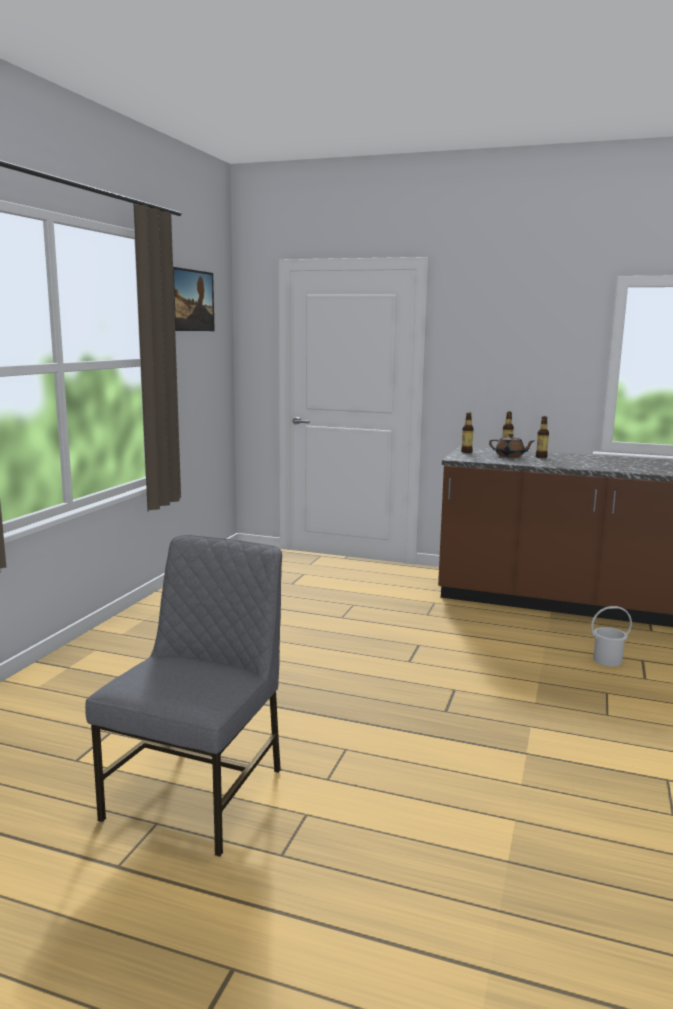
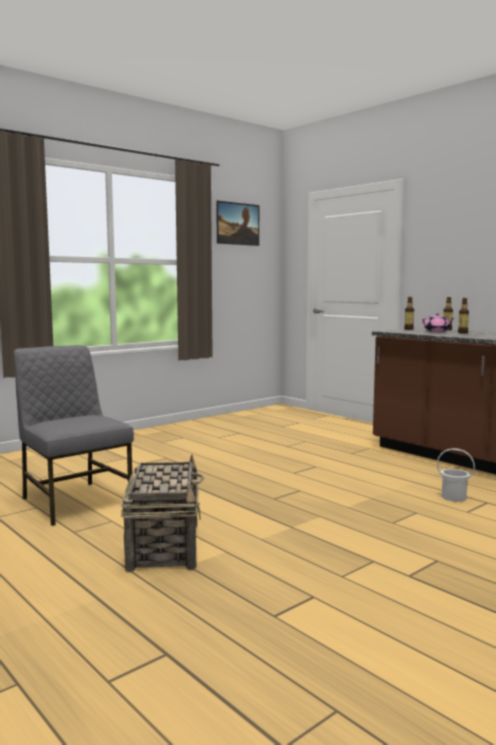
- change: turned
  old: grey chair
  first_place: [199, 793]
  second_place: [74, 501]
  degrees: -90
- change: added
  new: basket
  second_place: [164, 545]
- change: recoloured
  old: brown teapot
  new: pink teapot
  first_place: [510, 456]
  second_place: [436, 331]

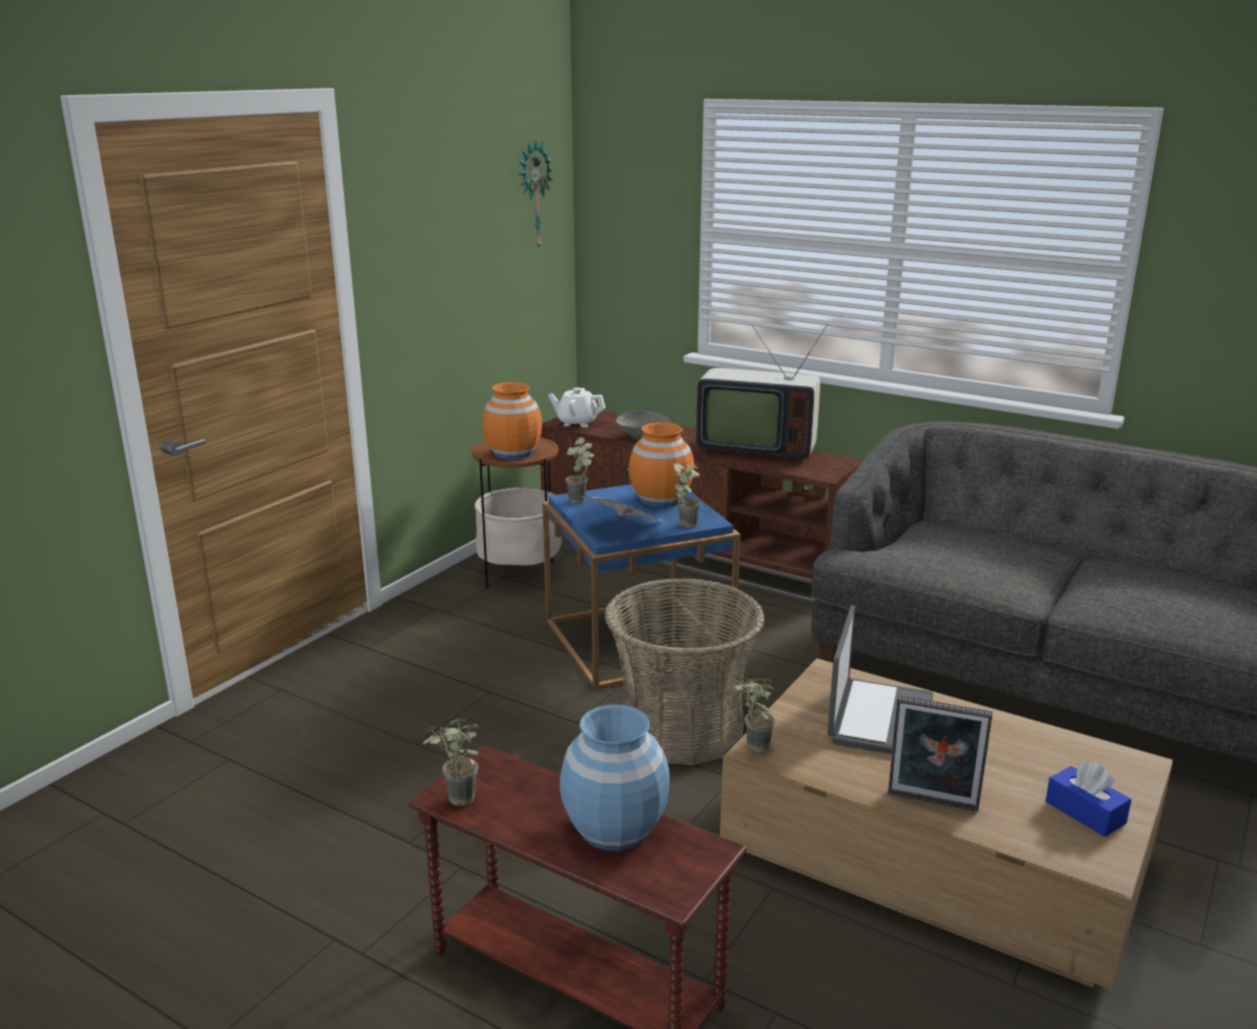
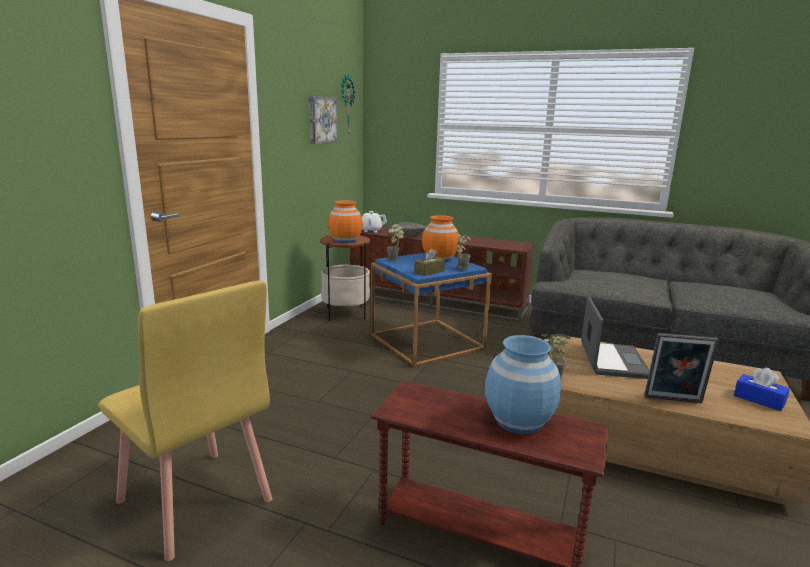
- change: added
  new: yellow chair
  second_place: [194, 501]
- change: added
  new: picture
  second_place: [321, 120]
- change: replaced
  old: newspaper
  new: brown tissue box
  first_place: [625, 530]
  second_place: [429, 271]
- change: removed
  old: potted plant
  first_place: [455, 802]
- change: removed
  old: basket
  first_place: [682, 728]
- change: removed
  old: television
  first_place: [755, 449]

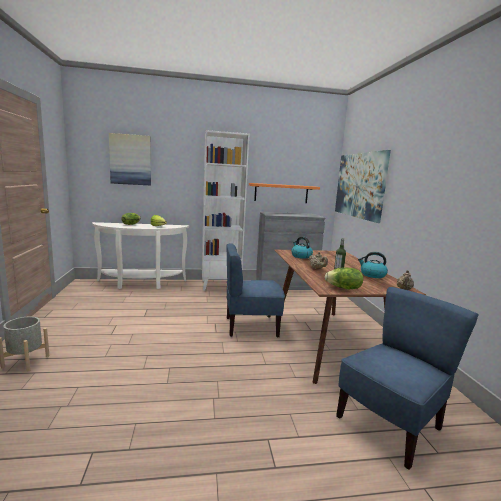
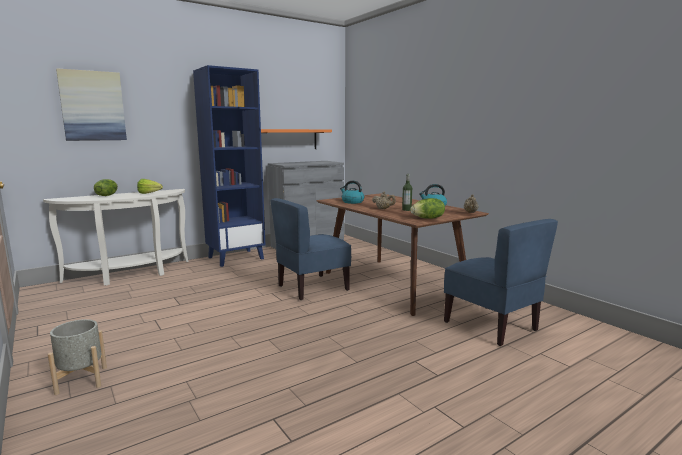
- change: recoloured
  old: white bookcase
  new: blue bookcase
  first_place: [220, 285]
  second_place: [236, 258]
- change: turned
  old: blue chair
  first_place: [390, 424]
  second_place: [491, 326]
  degrees: 120
- change: removed
  old: picture
  first_place: [359, 185]

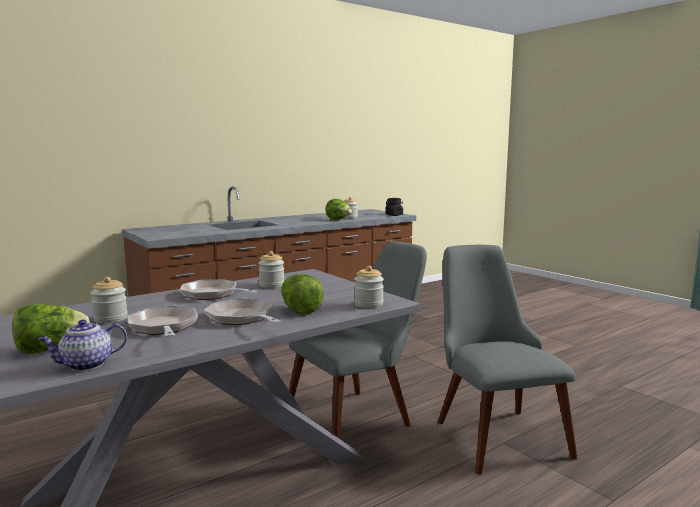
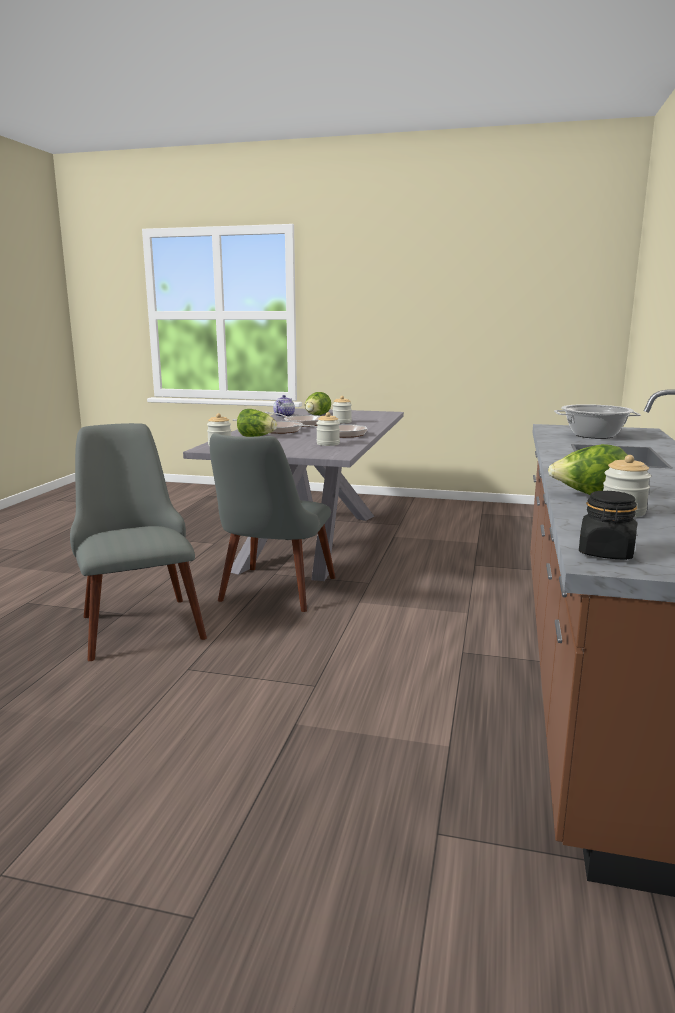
- change: turned
  old: grey chair
  first_place: [492, 430]
  second_place: [138, 620]
  degrees: -150
- change: added
  new: cooking pot
  second_place: [593, 435]

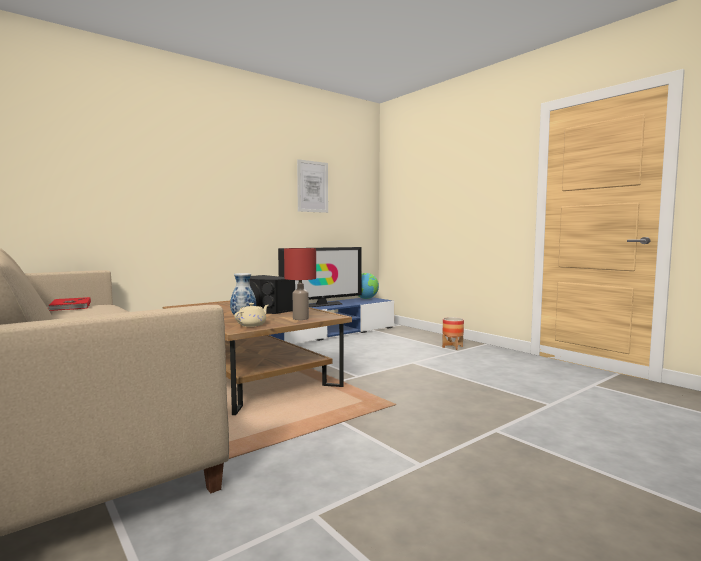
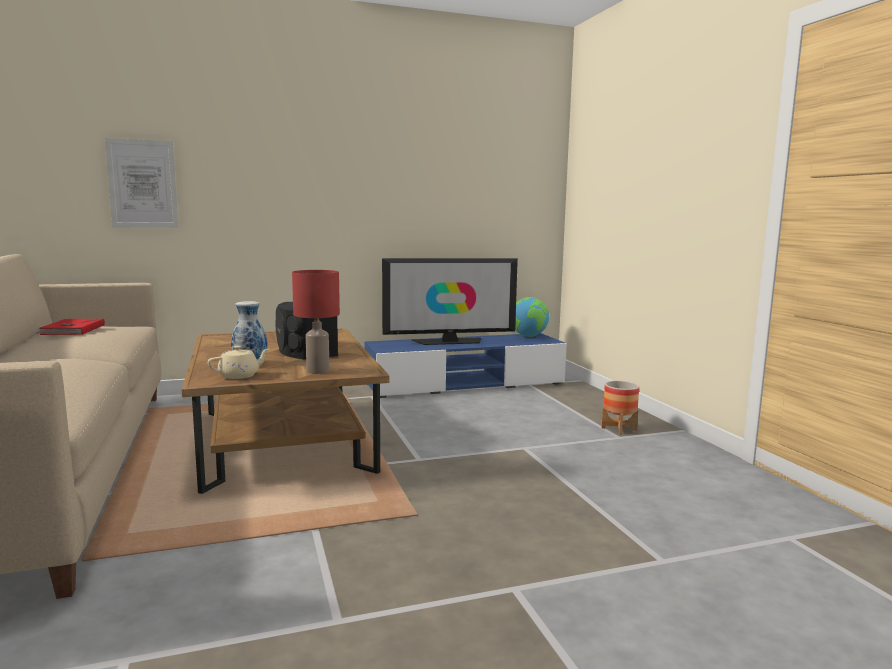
- change: moved
  old: picture
  first_place: [312, 186]
  second_place: [142, 184]

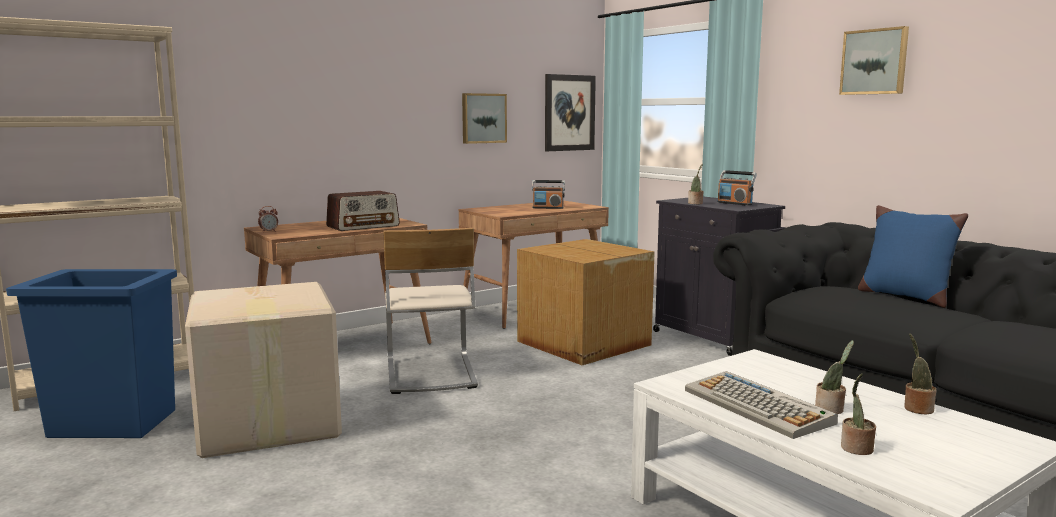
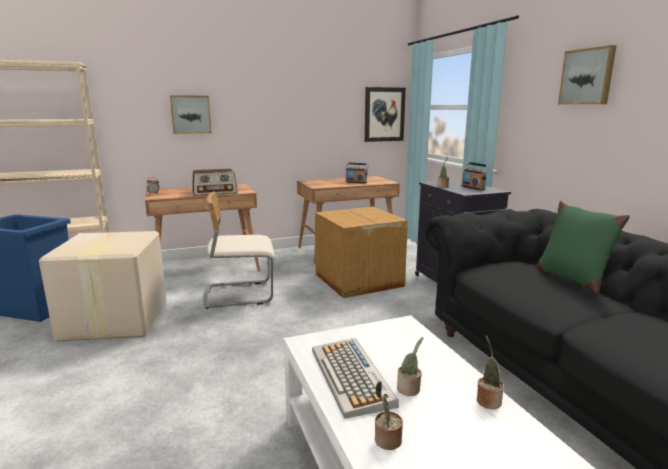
- change: moved
  old: picture
  first_place: [483, 118]
  second_place: [190, 114]
- change: turned
  old: beige chair
  first_place: [429, 374]
  second_place: [239, 294]
  degrees: 75
- change: recoloured
  old: blue pillow
  new: green pillow
  first_place: [904, 296]
  second_place: [571, 279]

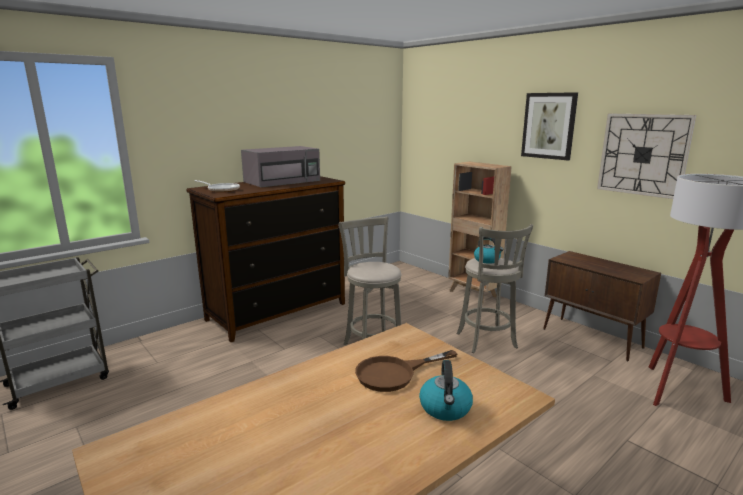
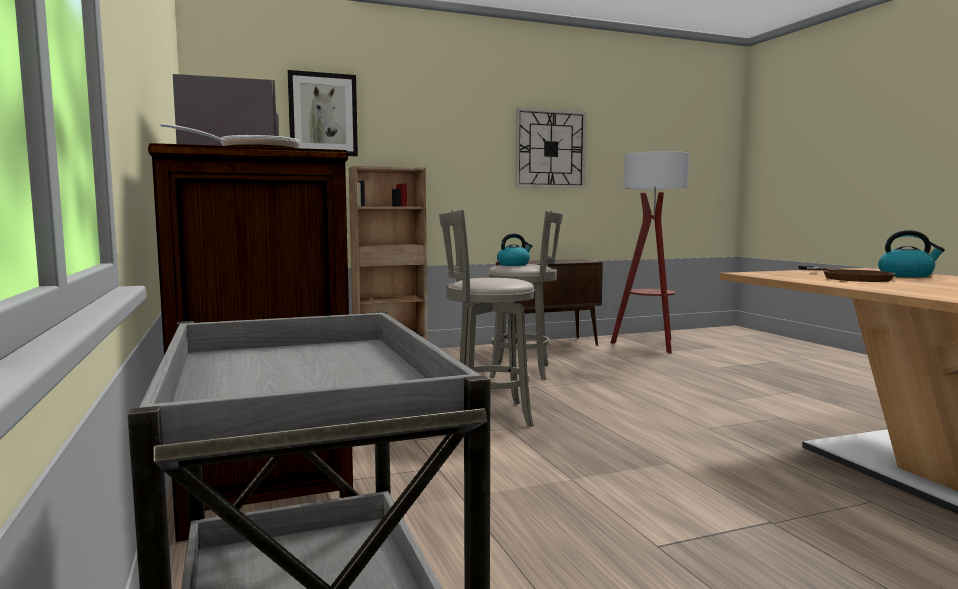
- change: moved
  old: picture
  first_place: [549, 126]
  second_place: [323, 114]

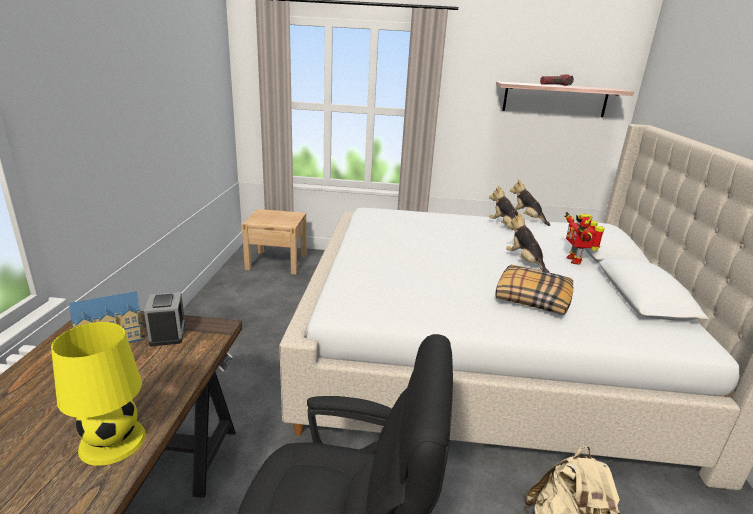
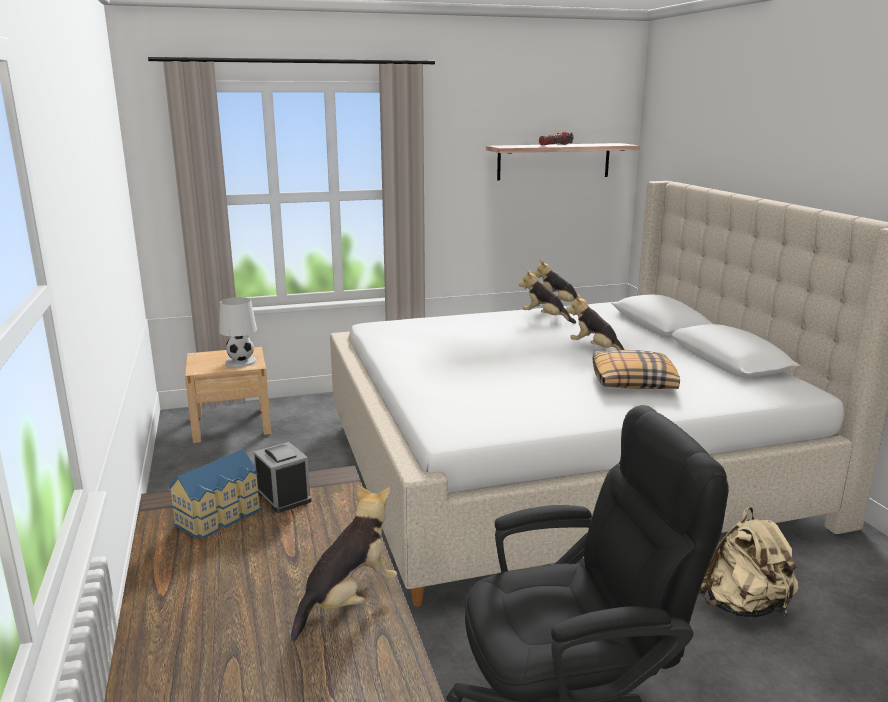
- change: added
  new: white table lamp
  second_place: [240, 361]
- change: replaced
  old: yellow table lamp
  new: plush toy
  first_place: [111, 441]
  second_place: [348, 600]
- change: removed
  old: toy robot
  first_place: [575, 260]

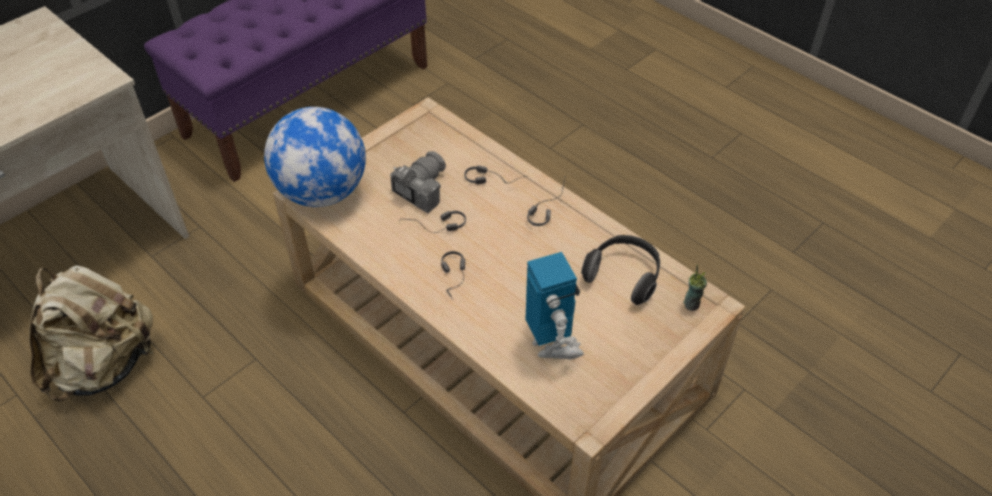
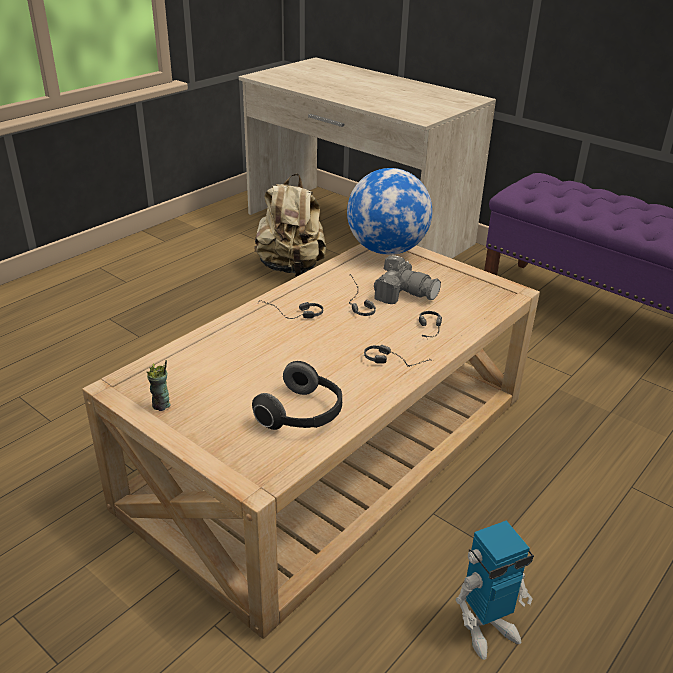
- change: moved
  old: cup
  first_place: [691, 304]
  second_place: [161, 405]
- change: moved
  old: toy robot
  first_place: [552, 344]
  second_place: [487, 629]

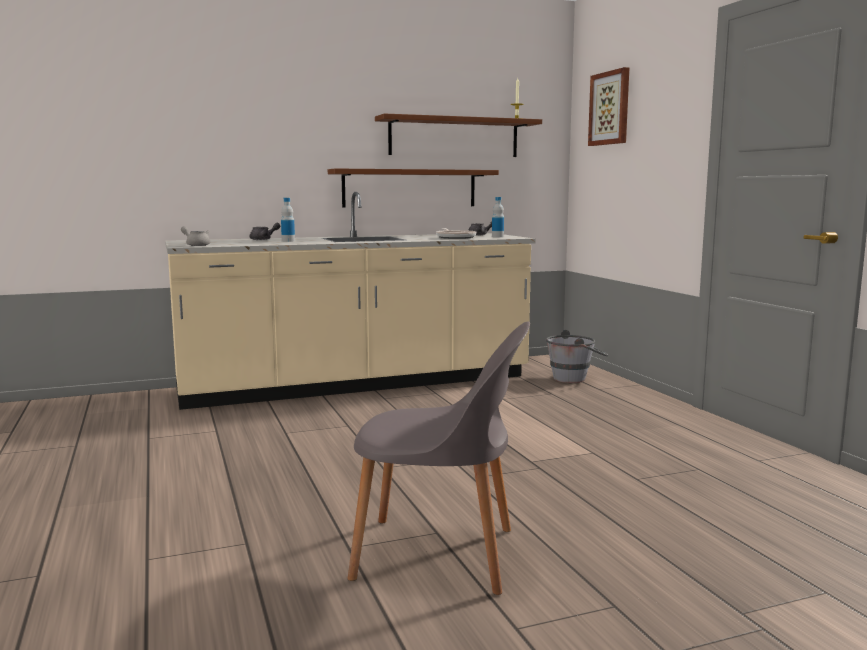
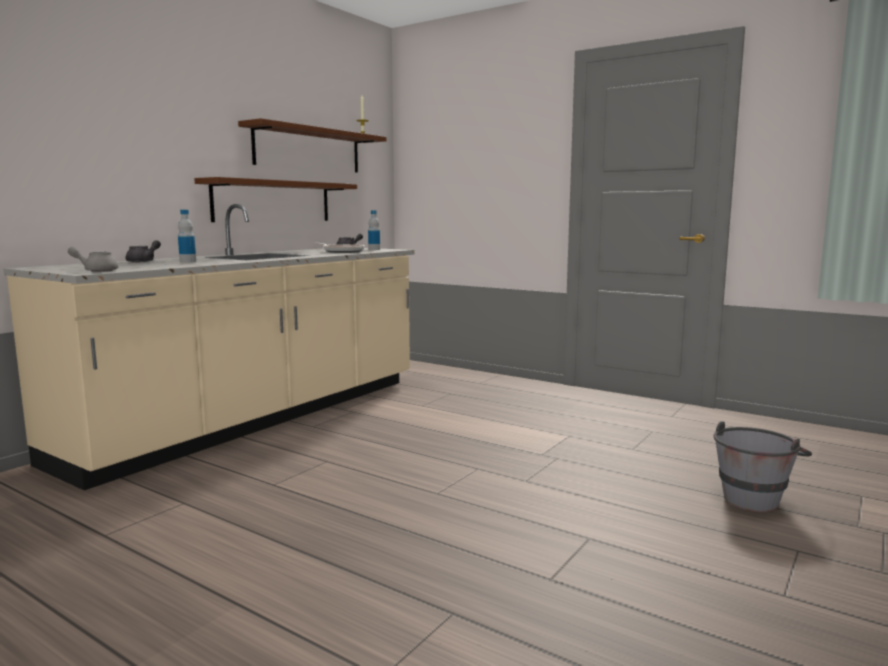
- change: moved
  old: grey bucket
  first_place: [576, 378]
  second_place: [754, 497]
- change: removed
  old: grey chair
  first_place: [440, 555]
- change: removed
  old: picture
  first_place: [610, 108]

